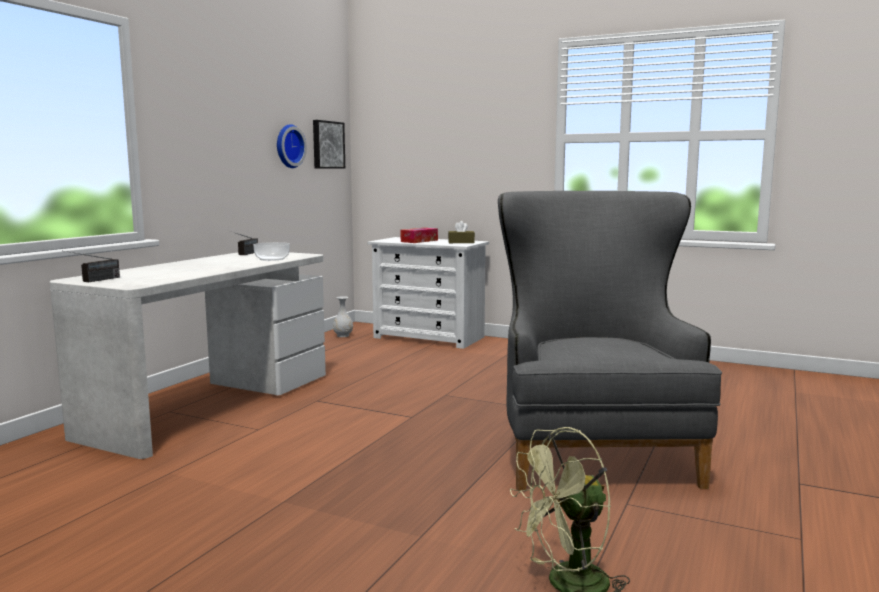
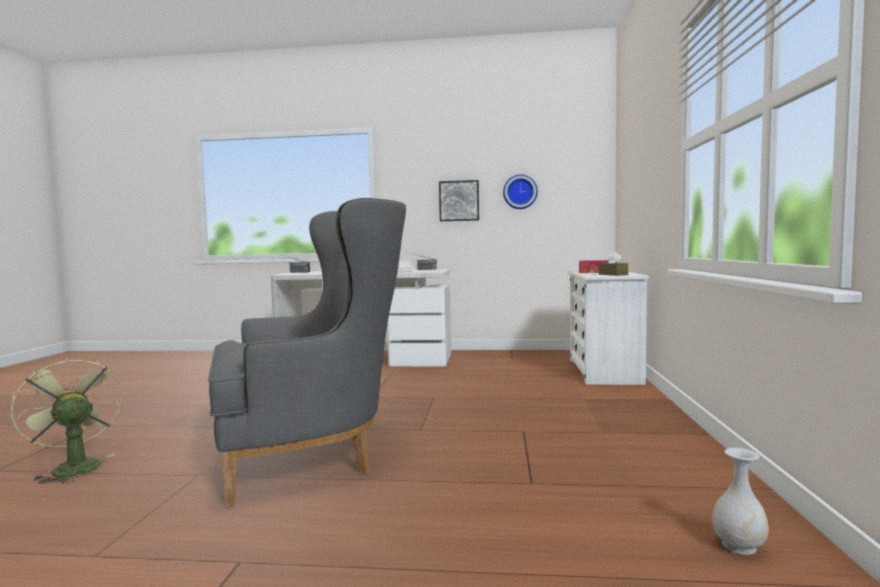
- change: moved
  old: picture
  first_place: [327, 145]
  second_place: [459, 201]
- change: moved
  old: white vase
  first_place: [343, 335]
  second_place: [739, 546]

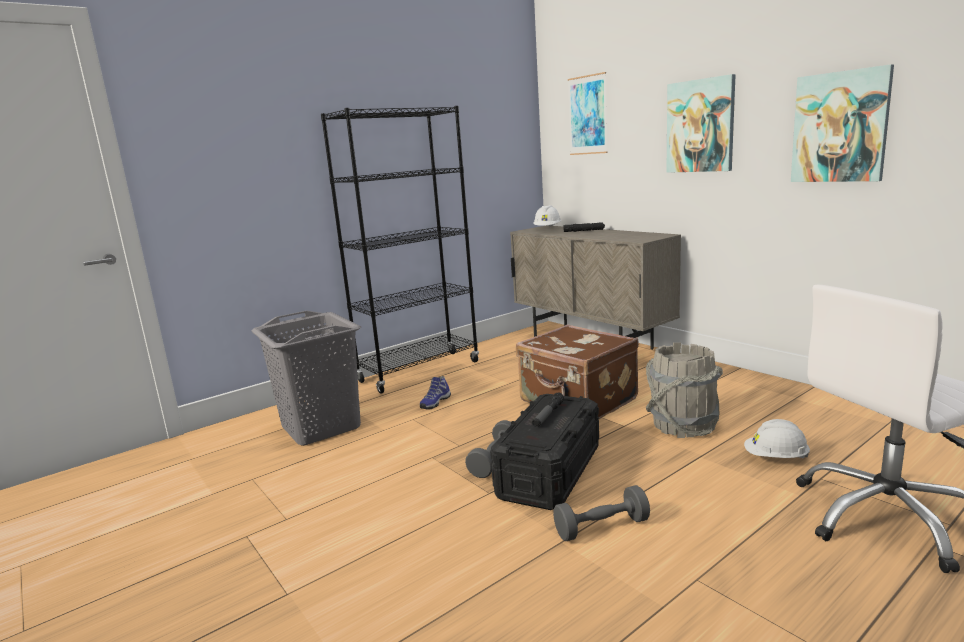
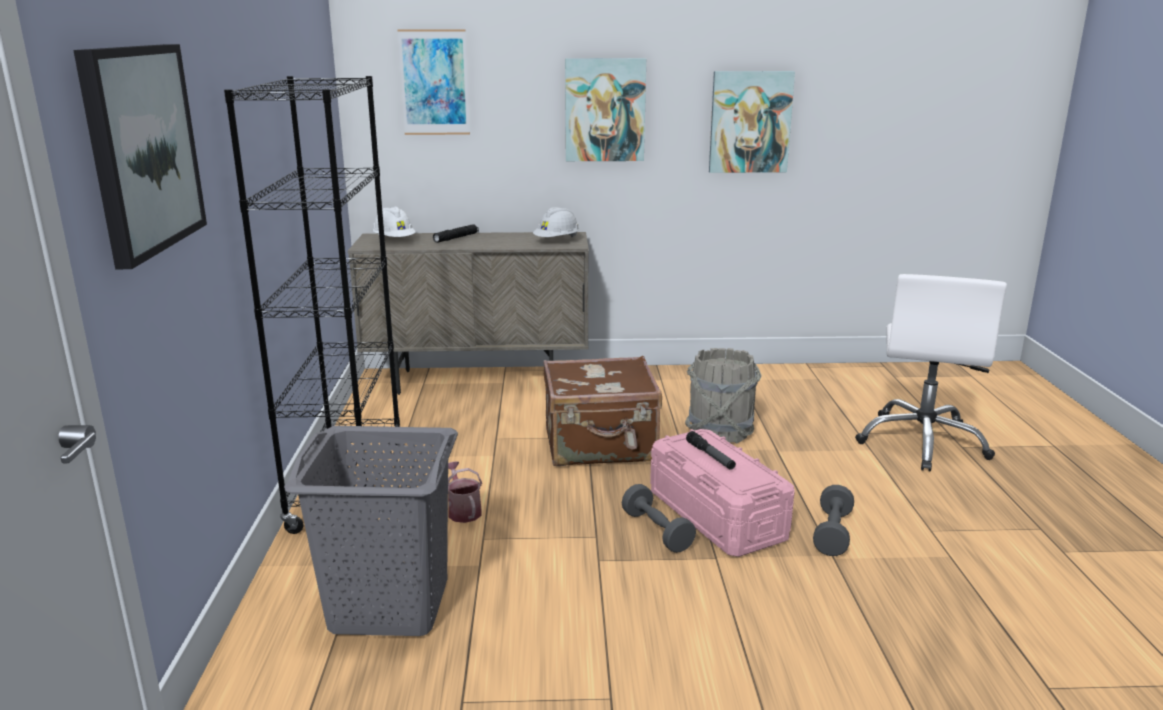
- change: added
  new: picture
  second_place: [141, 149]
- change: replaced
  old: shoe
  new: watering can
  first_place: [434, 403]
  second_place: [463, 510]
- change: moved
  old: white hard hat
  first_place: [775, 458]
  second_place: [557, 241]
- change: recoloured
  old: black storage box
  new: pink storage box
  first_place: [550, 471]
  second_place: [717, 515]

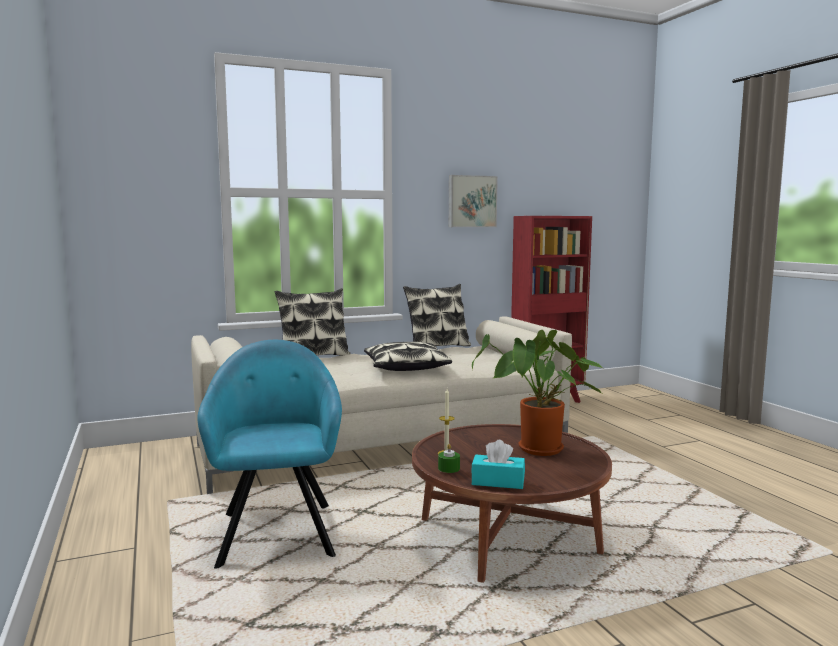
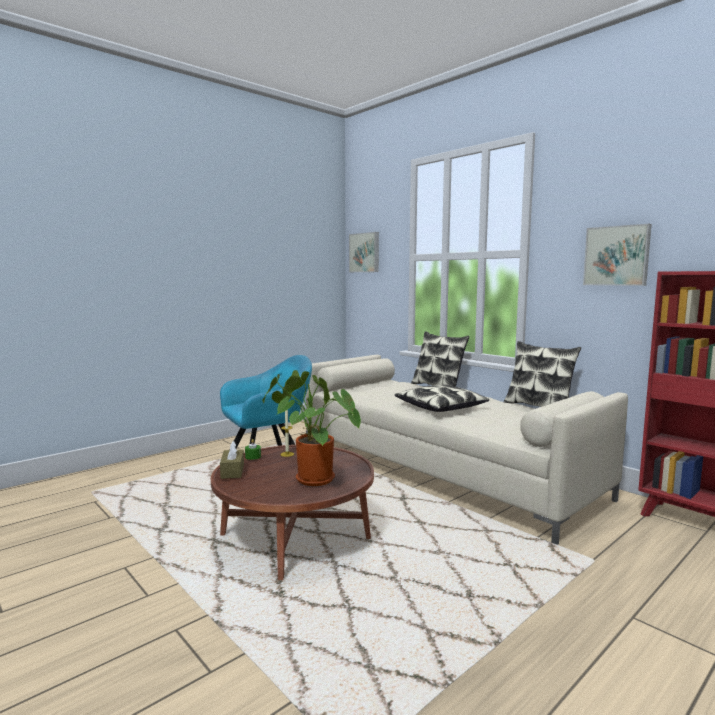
- change: recoloured
  old: turquoise tissue box
  new: brown tissue box
  first_place: [498, 481]
  second_place: [232, 471]
- change: added
  new: picture
  second_place: [365, 252]

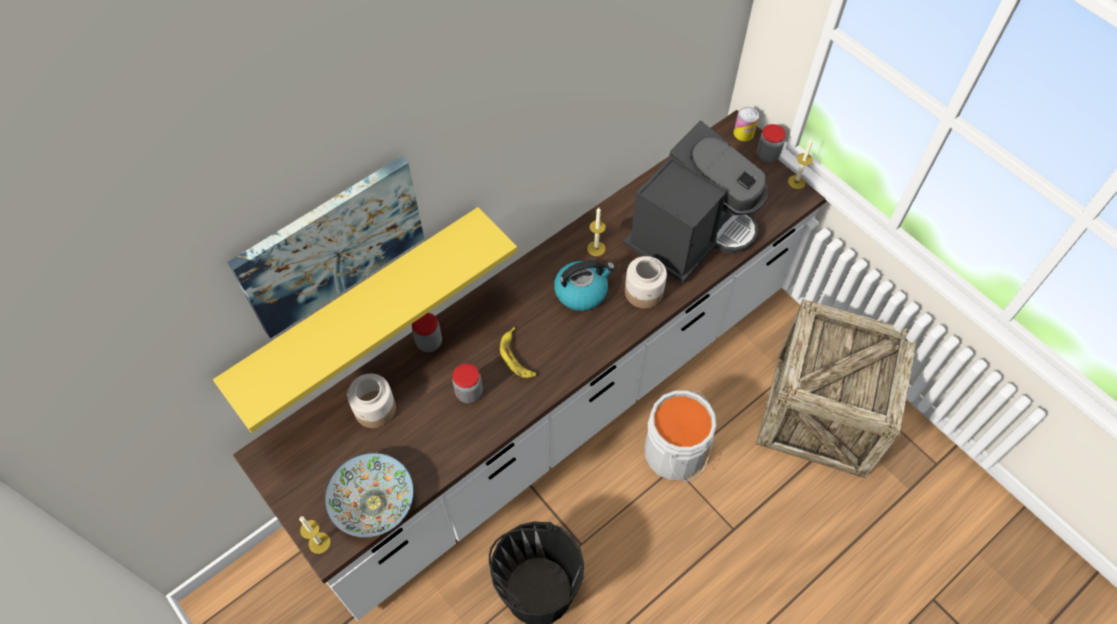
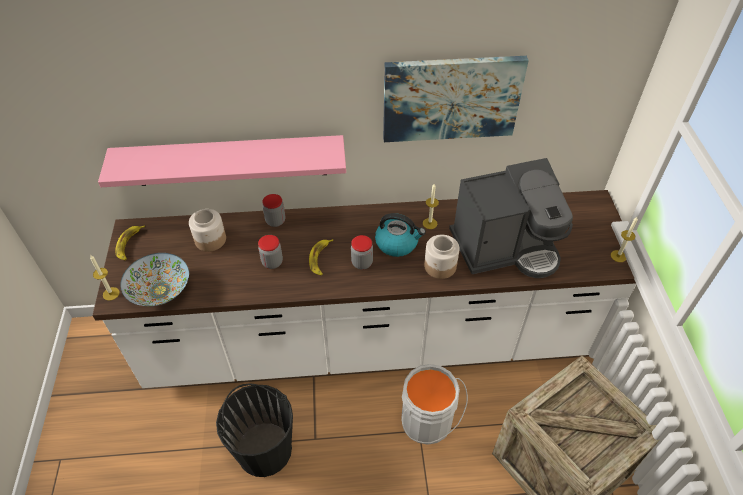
- change: recoloured
  old: yellow shelf
  new: pink shelf
  first_place: [358, 306]
  second_place: [230, 160]
- change: added
  new: banana
  second_place: [129, 244]
- change: moved
  old: jar
  first_place: [767, 155]
  second_place: [362, 263]
- change: moved
  old: picture
  first_place: [331, 245]
  second_place: [451, 98]
- change: removed
  old: can
  first_place: [743, 133]

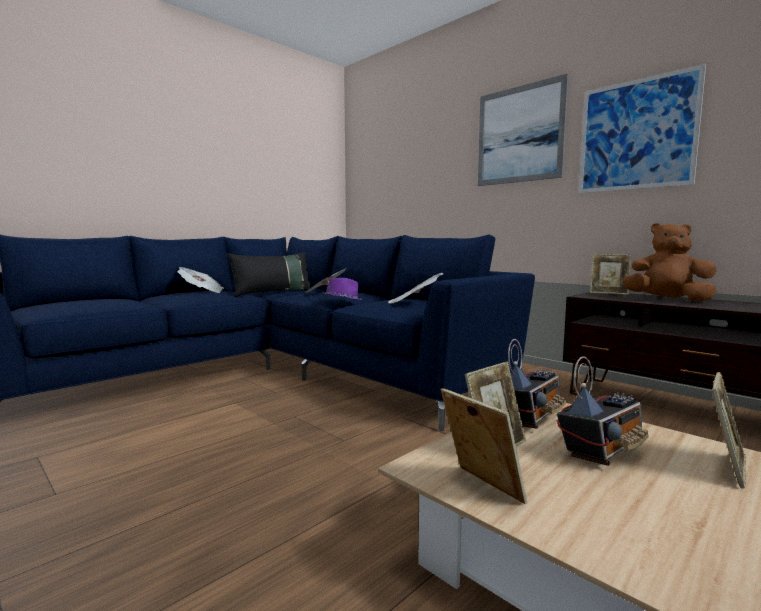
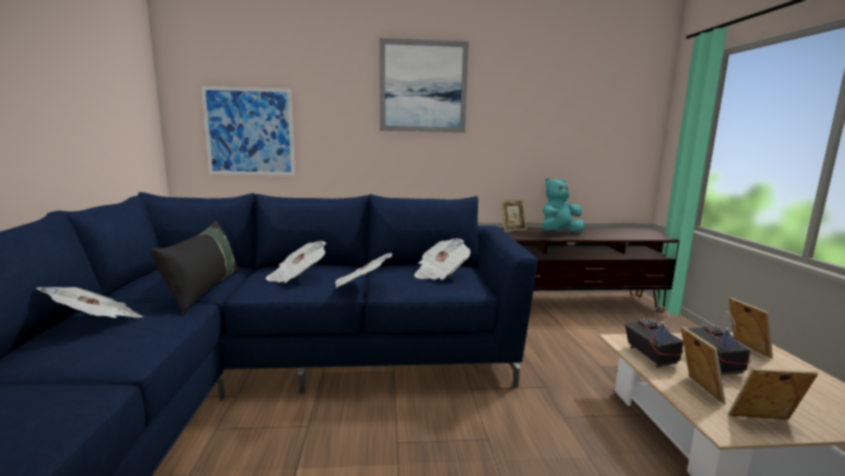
- change: moved
  old: picture
  first_place: [636, 135]
  second_place: [249, 132]
- change: replaced
  old: purple hat
  new: newspaper
  first_place: [342, 300]
  second_place: [361, 285]
- change: recoloured
  old: brown plush toy
  new: turquoise plush toy
  first_place: [667, 300]
  second_place: [559, 233]

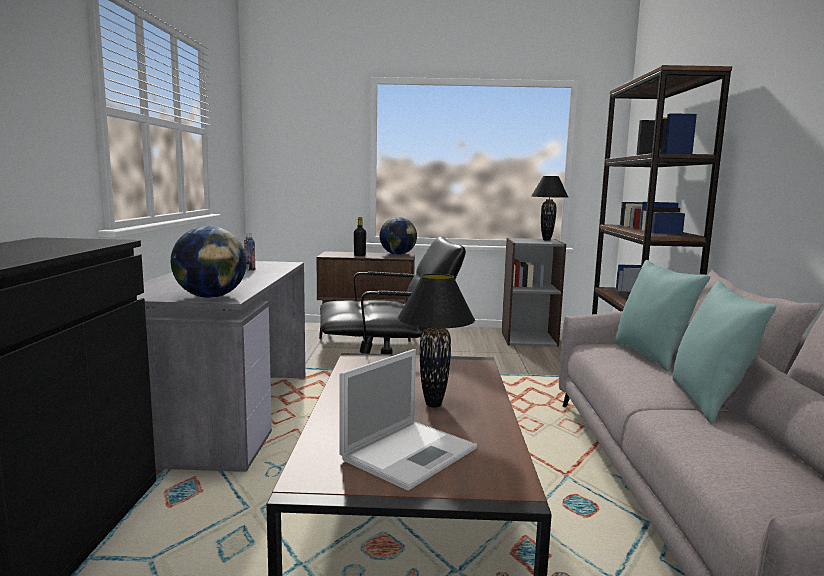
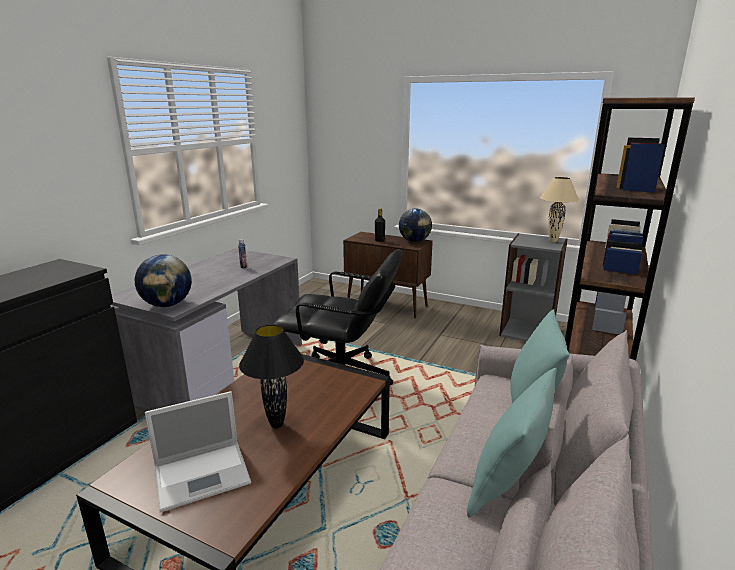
- change: recoloured
  old: black table lamp
  new: beige table lamp
  first_place: [546, 240]
  second_place: [552, 241]

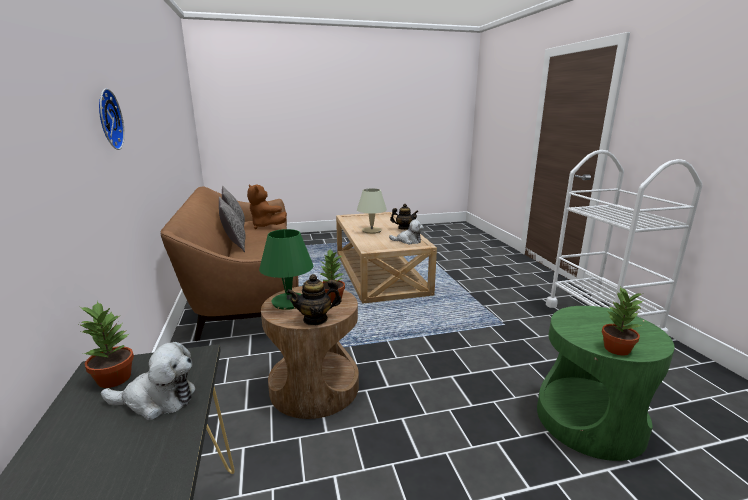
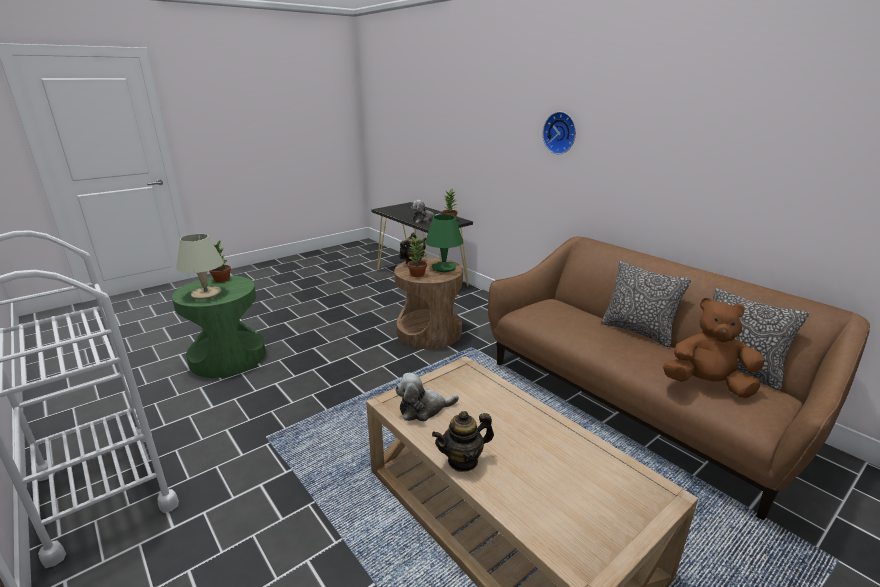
- change: moved
  old: beige table lamp
  first_place: [371, 231]
  second_place: [207, 293]

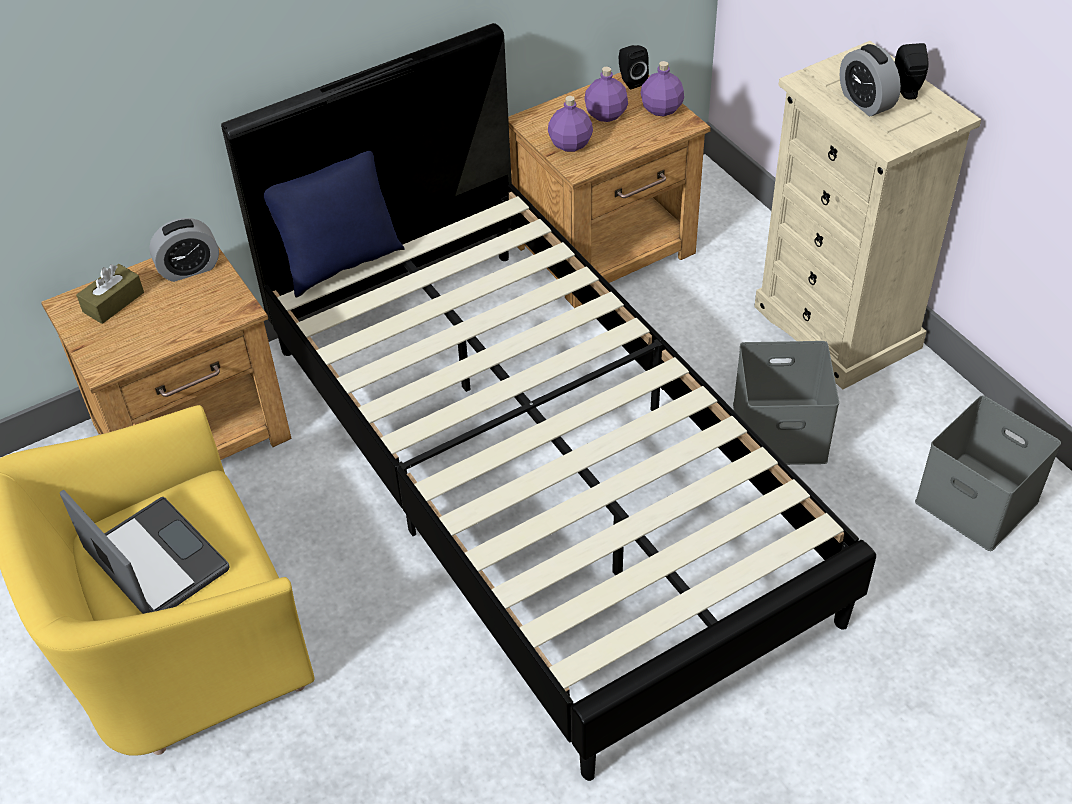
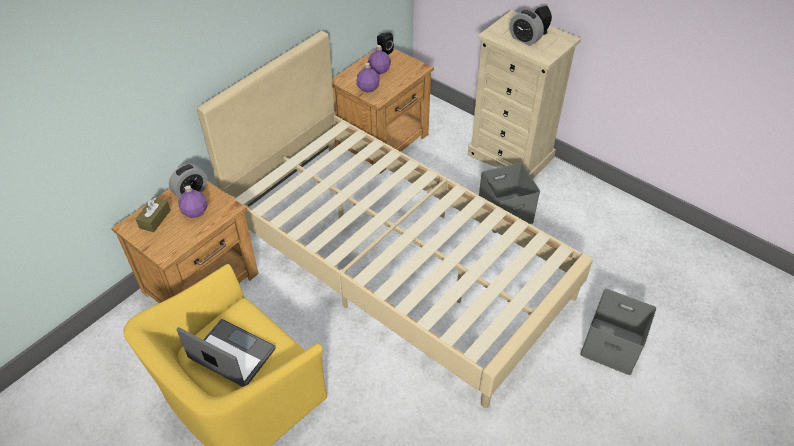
- change: moved
  old: purple bottle
  first_place: [661, 109]
  second_place: [194, 212]
- change: recoloured
  old: black bed
  new: beige bed
  first_place: [538, 473]
  second_place: [396, 260]
- change: moved
  old: grey storage box
  first_place: [979, 501]
  second_place: [613, 345]
- change: removed
  old: blue pillow
  first_place: [340, 263]

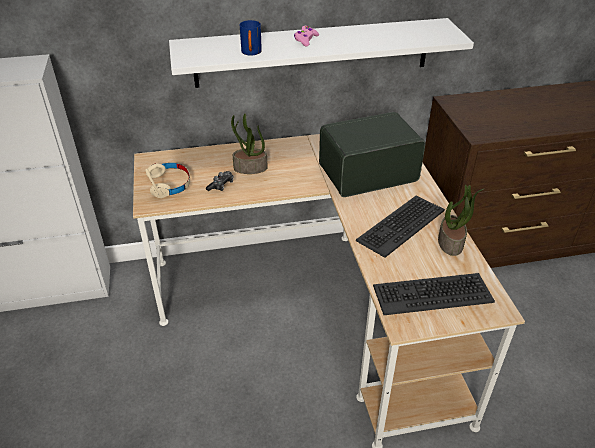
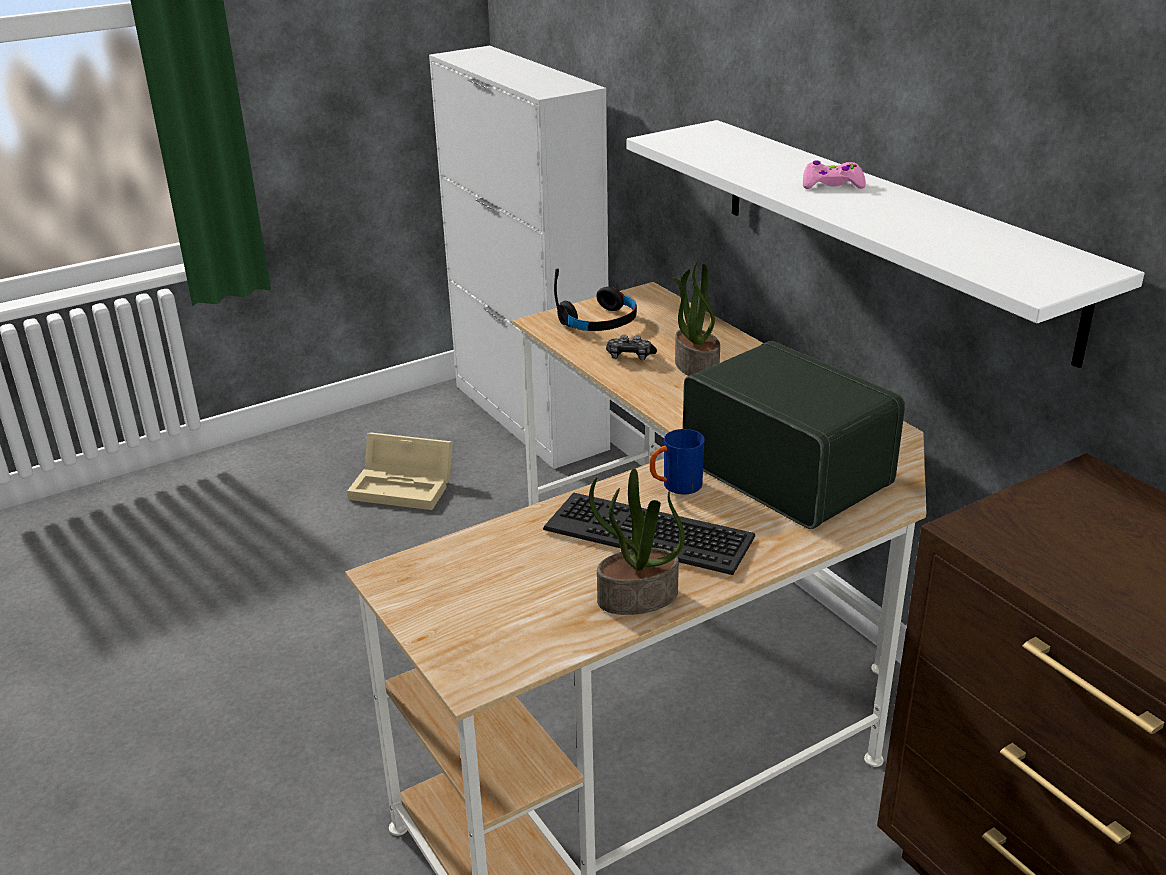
- change: added
  new: beige storage box
  second_place: [405, 486]
- change: recoloured
  old: beige headphones
  new: black headphones
  first_place: [169, 184]
  second_place: [600, 322]
- change: moved
  old: blue mug
  first_place: [251, 53]
  second_place: [675, 487]
- change: removed
  old: keyboard
  first_place: [432, 294]

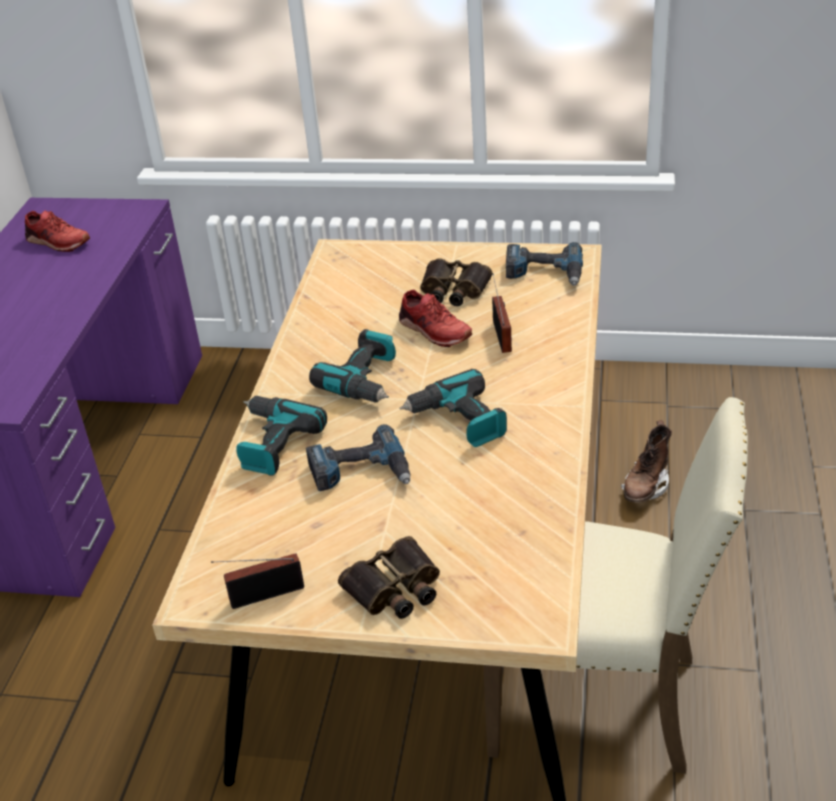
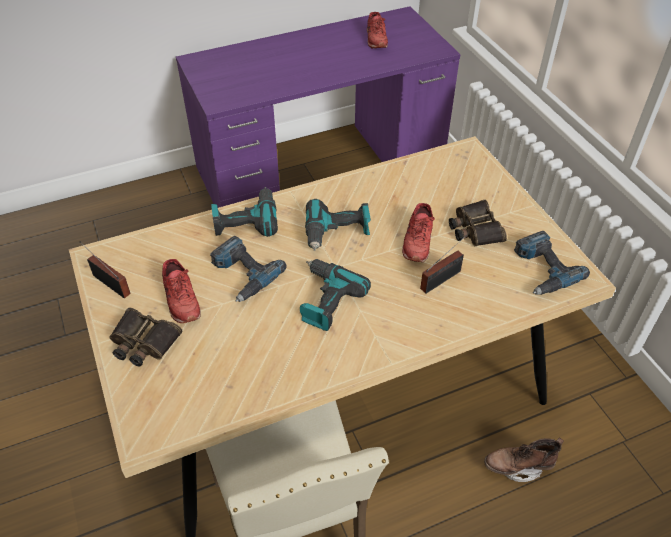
- change: added
  new: red shoe
  second_place: [180, 299]

